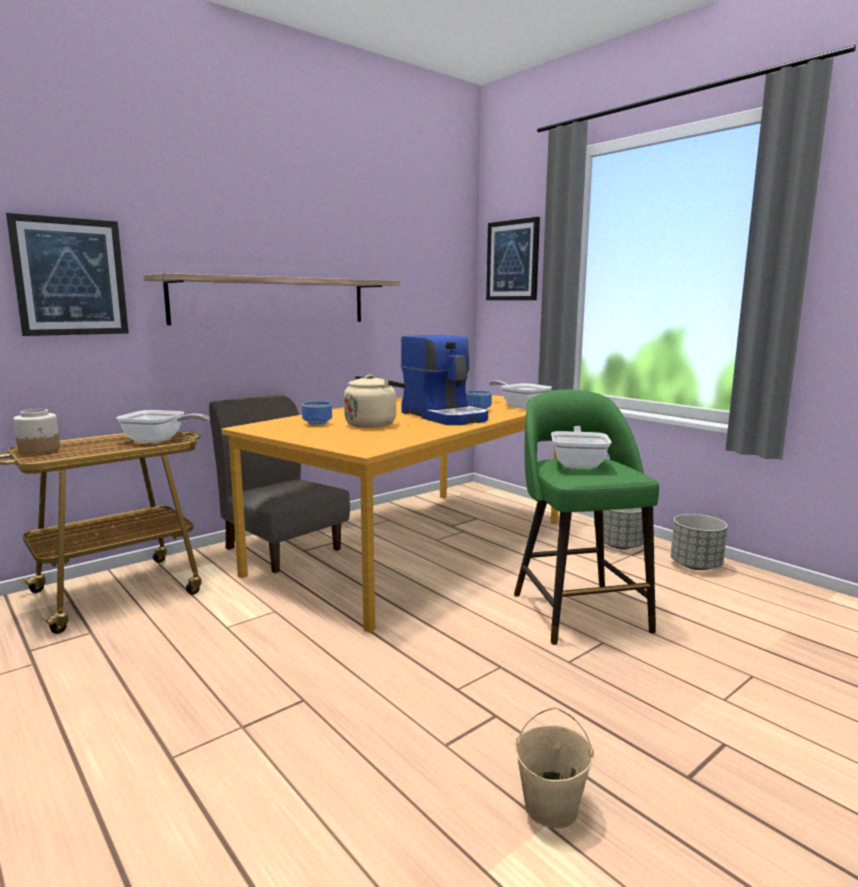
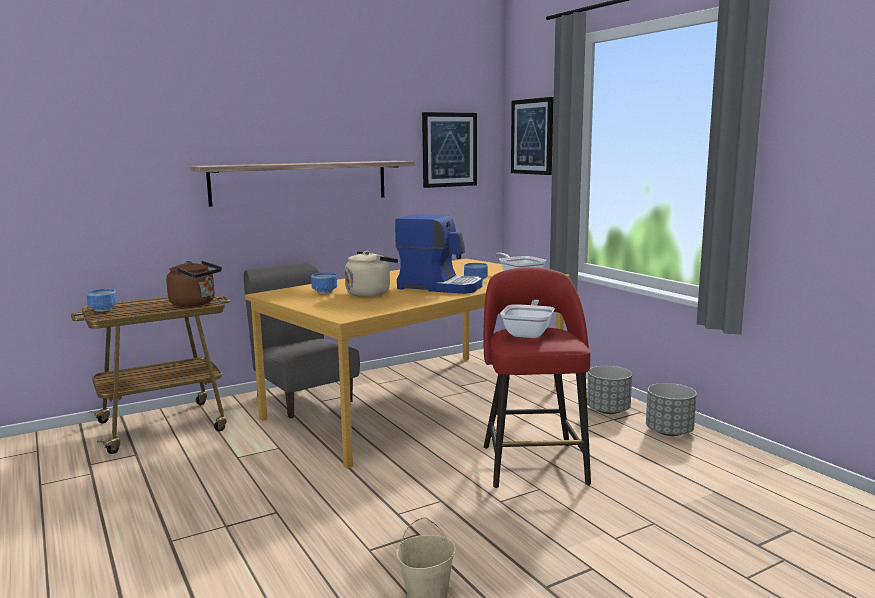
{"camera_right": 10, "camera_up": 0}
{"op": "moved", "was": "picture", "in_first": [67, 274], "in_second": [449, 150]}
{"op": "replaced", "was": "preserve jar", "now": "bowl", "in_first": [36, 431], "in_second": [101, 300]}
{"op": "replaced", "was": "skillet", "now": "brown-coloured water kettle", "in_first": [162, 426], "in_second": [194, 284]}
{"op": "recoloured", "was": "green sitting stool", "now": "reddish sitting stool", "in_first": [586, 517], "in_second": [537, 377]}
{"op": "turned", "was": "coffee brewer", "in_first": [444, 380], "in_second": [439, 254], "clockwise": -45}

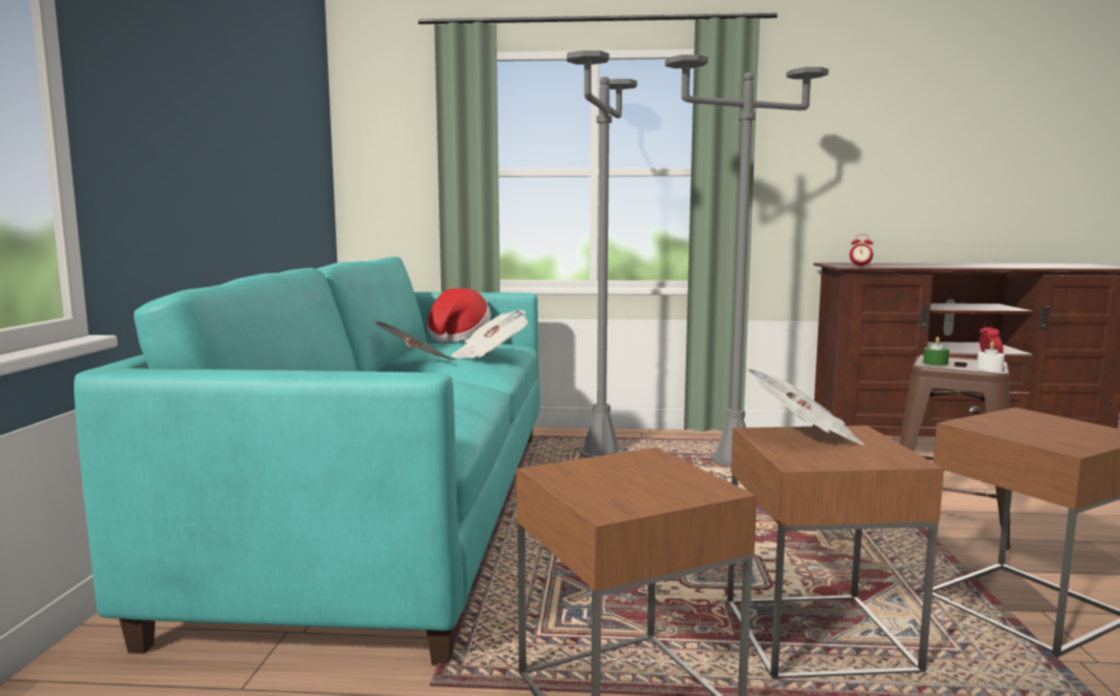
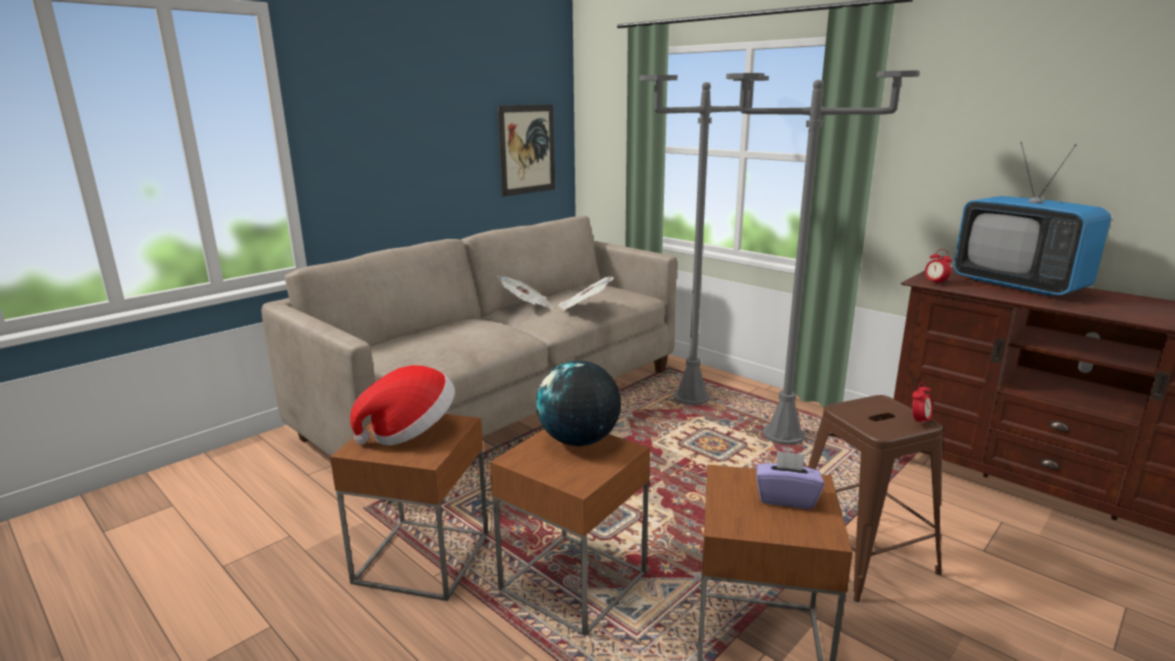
{"camera_right": 40, "camera_up": 10}
{"op": "removed", "was": "green wax light", "in_first": [936, 351]}
{"op": "removed", "was": "whitish wax light", "in_first": [990, 356]}
{"op": "added", "now": "picture", "in_second": [526, 150]}
{"op": "added", "now": "purplish tissue box", "in_second": [790, 479]}
{"op": "added", "now": "TV set", "in_second": [1032, 219]}
{"op": "moved", "was": "hat", "in_first": [459, 315], "in_second": [402, 405]}
{"op": "replaced", "was": "printed paper", "now": "world globe", "in_first": [805, 406], "in_second": [578, 403]}
{"op": "recoloured", "was": "turquoise settee", "now": "beige settee", "in_first": [307, 461], "in_second": [469, 358]}

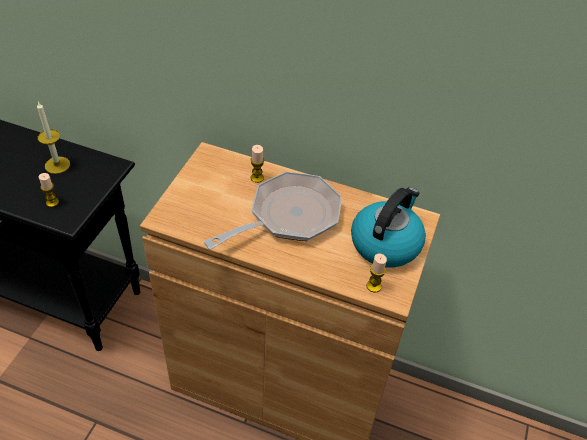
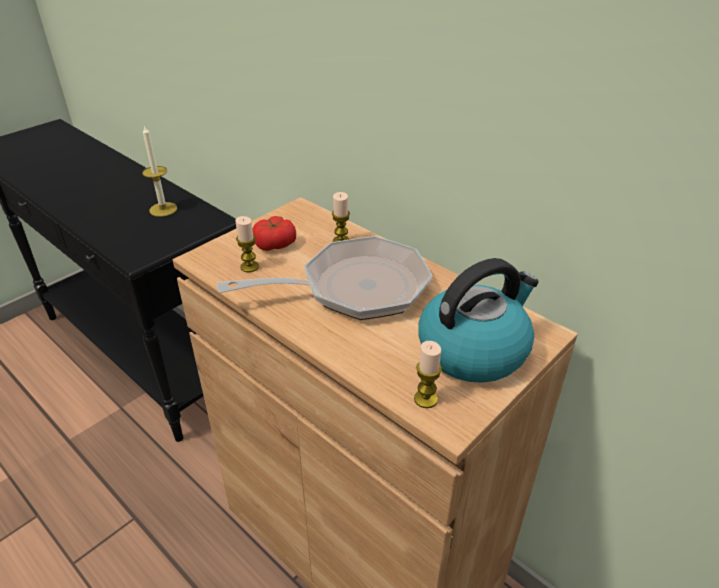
{"camera_right": 25, "camera_up": -10}
{"op": "added", "now": "fresh tomato", "in_second": [274, 233]}
{"op": "moved", "was": "wax light", "in_first": [48, 190], "in_second": [247, 244]}

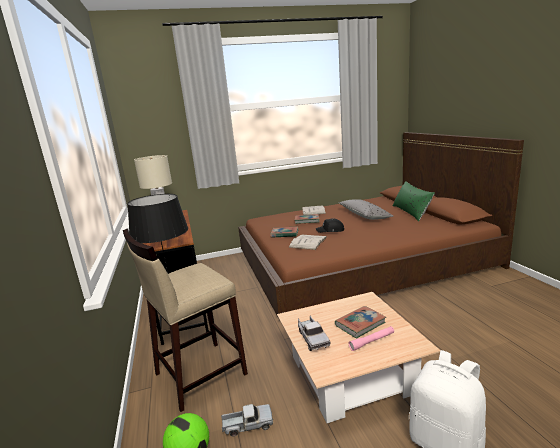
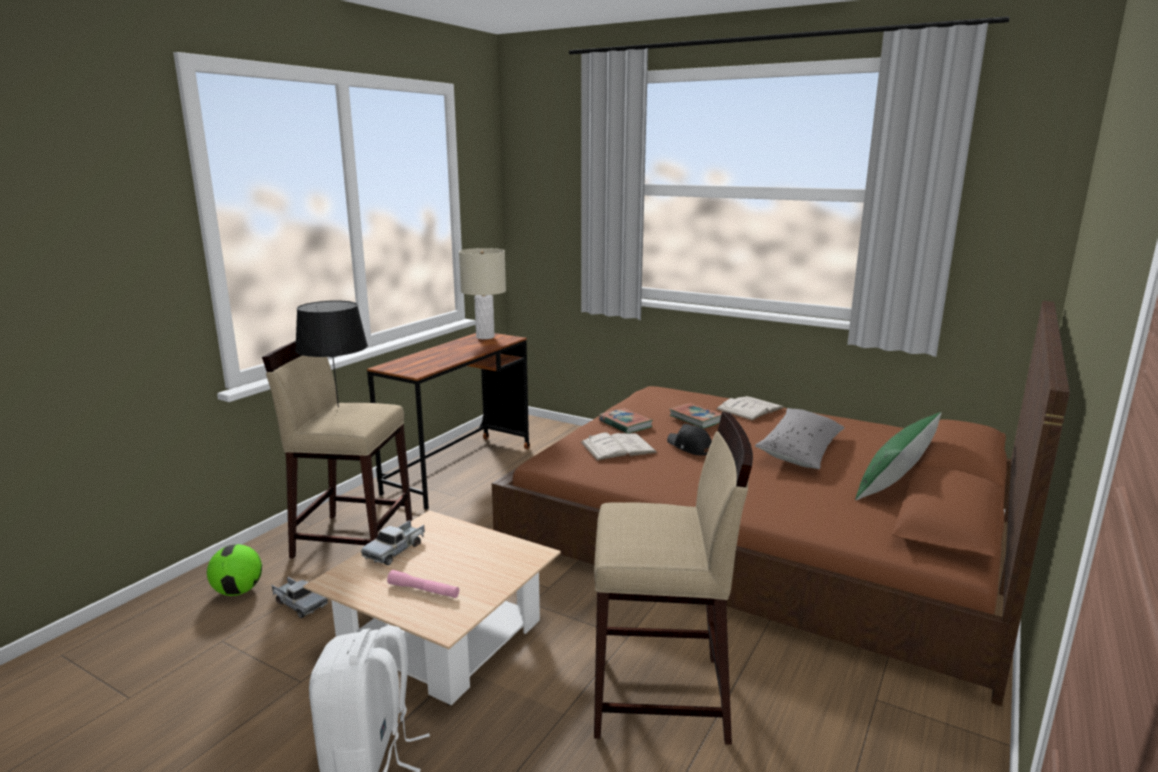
{"camera_right": 45, "camera_up": 0}
{"op": "removed", "was": "volume", "in_first": [360, 322]}
{"op": "added", "now": "beige sitting stool", "in_second": [673, 578]}

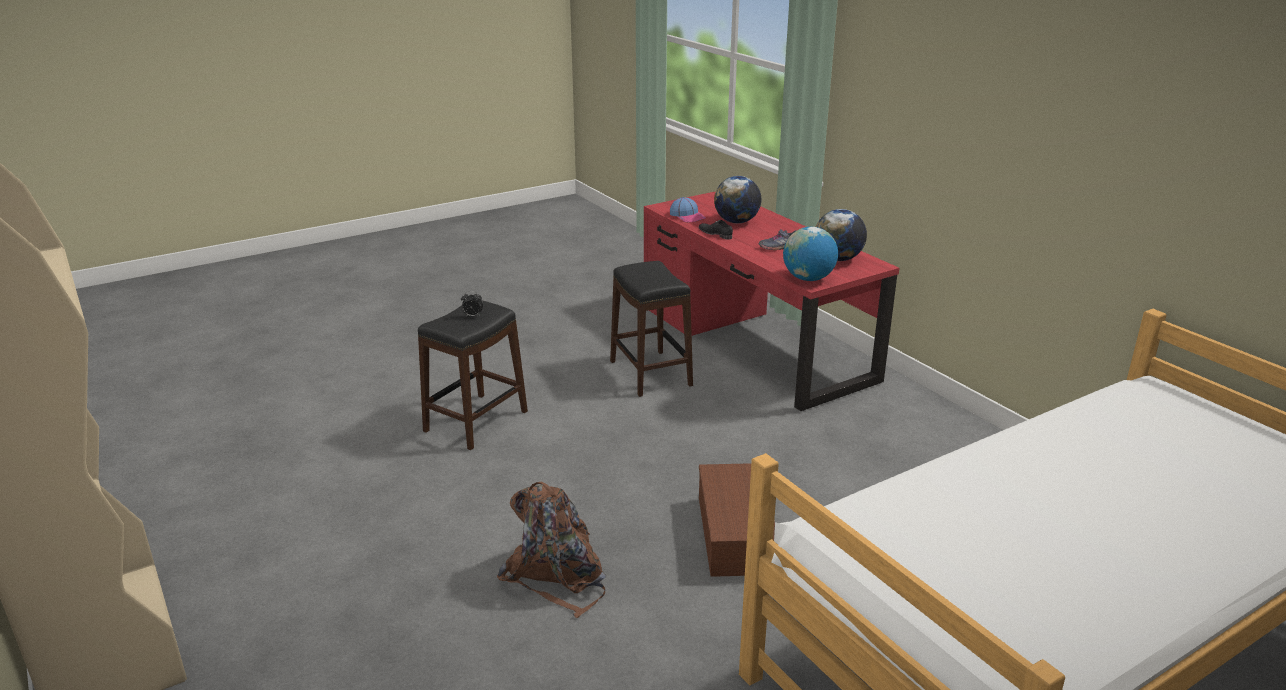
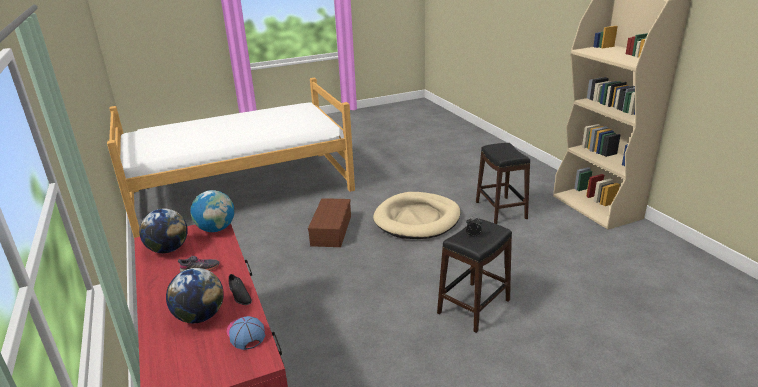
{"camera_right": -170, "camera_up": 0}
{"op": "moved", "was": "black sitting stool", "in_first": [651, 329], "in_second": [503, 183]}
{"op": "replaced", "was": "brown-coloured backpack", "now": "beige dog bed", "in_first": [551, 550], "in_second": [417, 215]}

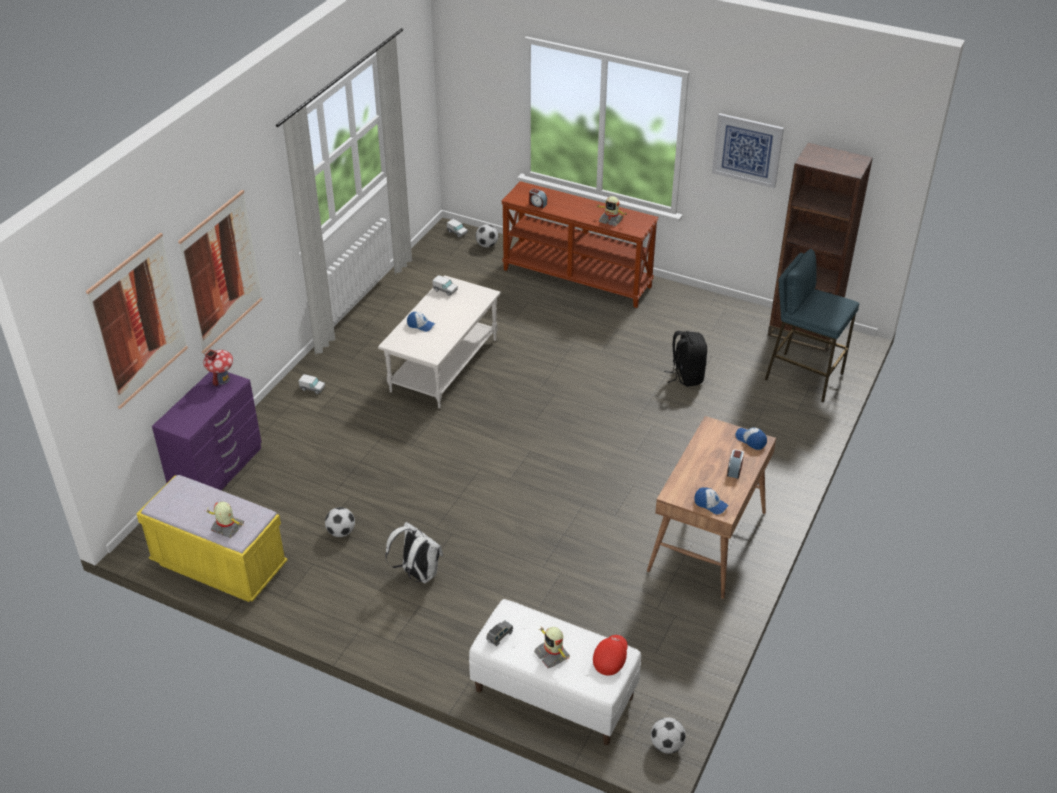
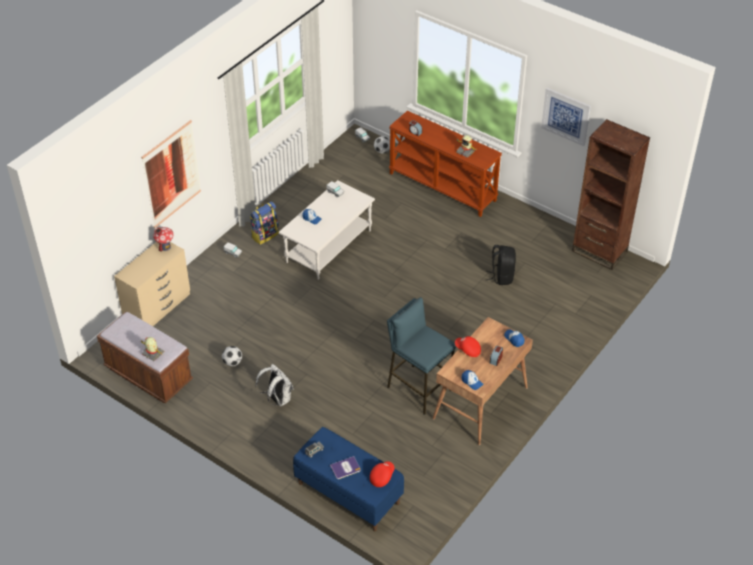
{"camera_right": 10, "camera_up": 5}
{"op": "removed", "was": "picture", "in_first": [137, 321]}
{"op": "removed", "was": "football ball", "in_first": [668, 735]}
{"op": "added", "now": "backpack", "in_second": [264, 223]}
{"op": "added", "now": "reddish baseball cap", "in_second": [468, 346]}
{"op": "moved", "was": "blue-coloured sitting stool", "in_first": [812, 326], "in_second": [421, 356]}
{"op": "replaced", "was": "model robot", "now": "volume", "in_first": [552, 647], "in_second": [345, 467]}
{"op": "recoloured", "was": "yellow-coloured long seat", "now": "brown-coloured long seat", "in_first": [212, 538], "in_second": [145, 357]}
{"op": "recoloured", "was": "purplish drawer chest", "now": "beige drawer chest", "in_first": [206, 431], "in_second": [152, 284]}
{"op": "recoloured", "was": "whitish long seat", "now": "blue-coloured long seat", "in_first": [555, 672], "in_second": [348, 479]}

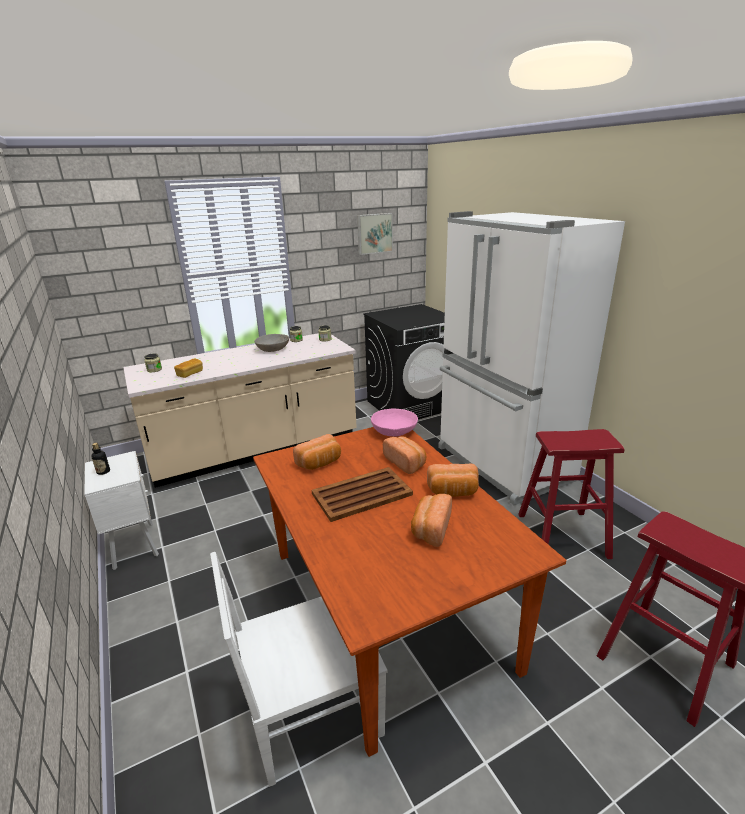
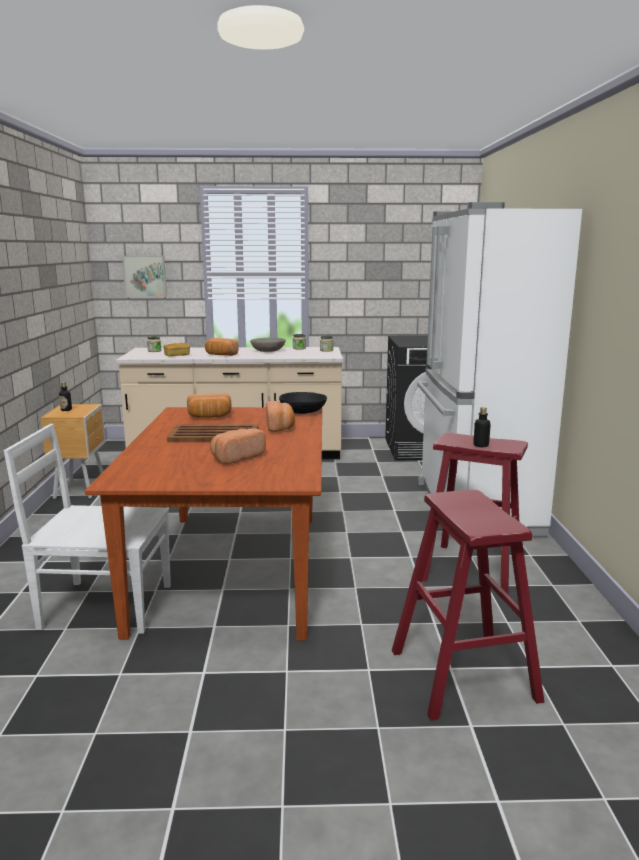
{"camera_right": 25, "camera_up": -10}
{"op": "added", "now": "beverage bottle", "in_second": [482, 427]}
{"op": "moved", "was": "picture", "in_first": [375, 234], "in_second": [144, 276]}
{"op": "moved", "was": "bread", "in_first": [453, 480], "in_second": [221, 347]}
{"op": "recoloured", "was": "whitish nightstand", "now": "brown-coloured nightstand", "in_first": [121, 510], "in_second": [72, 451]}
{"op": "recoloured", "was": "pink bowl", "now": "black bowl", "in_first": [394, 422], "in_second": [303, 403]}

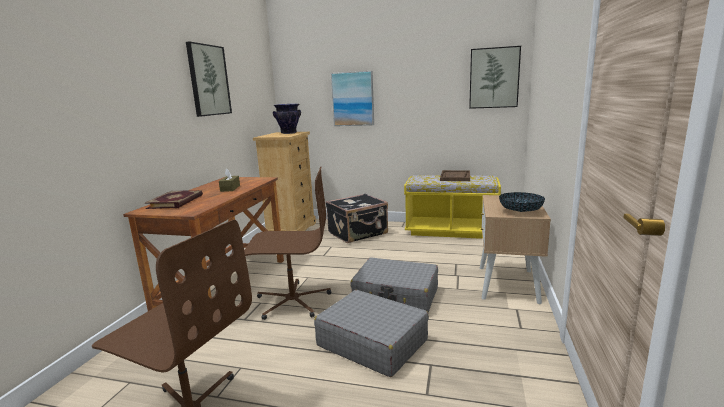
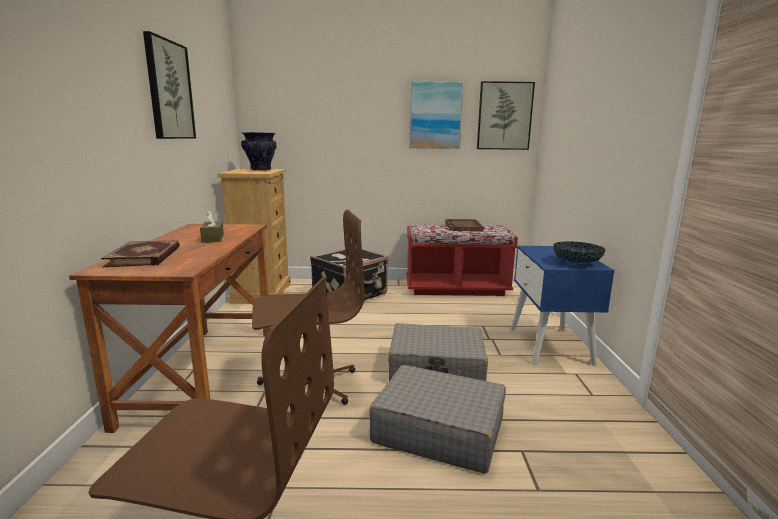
{"camera_right": -15, "camera_up": 0}
{"op": "moved", "was": "picture", "in_first": [352, 98], "in_second": [436, 115]}
{"op": "recoloured", "was": "yellow-coloured long seat", "now": "reddish long seat", "in_first": [452, 207], "in_second": [462, 260]}
{"op": "recoloured", "was": "beige nightstand", "now": "blue-coloured nightstand", "in_first": [515, 249], "in_second": [563, 306]}

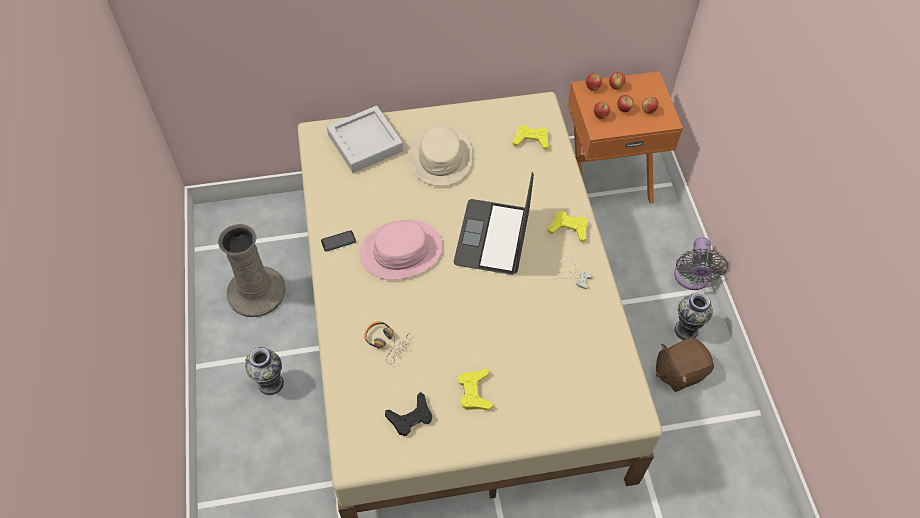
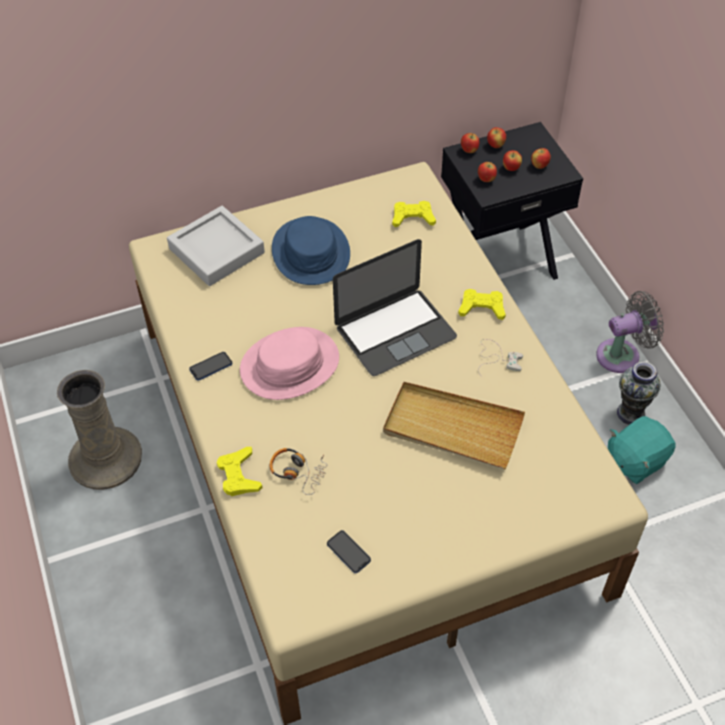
{"camera_right": -10, "camera_up": -5}
{"op": "removed", "was": "vase", "in_first": [264, 371]}
{"op": "added", "now": "beige serving tray", "in_second": [454, 425]}
{"op": "moved", "was": "yellow-coloured game controller", "in_first": [475, 389], "in_second": [239, 471]}
{"op": "replaced", "was": "black game controller", "now": "handset", "in_first": [408, 414], "in_second": [349, 551]}
{"op": "recoloured", "was": "beige hat", "now": "blue-coloured hat", "in_first": [441, 156], "in_second": [311, 250]}
{"op": "recoloured", "was": "orange nightstand", "now": "black nightstand", "in_first": [625, 137], "in_second": [512, 201]}
{"op": "recoloured", "was": "brown-coloured soft toy", "now": "turquoise soft toy", "in_first": [685, 365], "in_second": [642, 450]}
{"op": "turned", "was": "notebook computer", "in_first": [494, 223], "in_second": [395, 307], "clockwise": -120}
{"op": "turned", "was": "gray cooling fan", "in_first": [701, 263], "in_second": [630, 332], "clockwise": -105}

